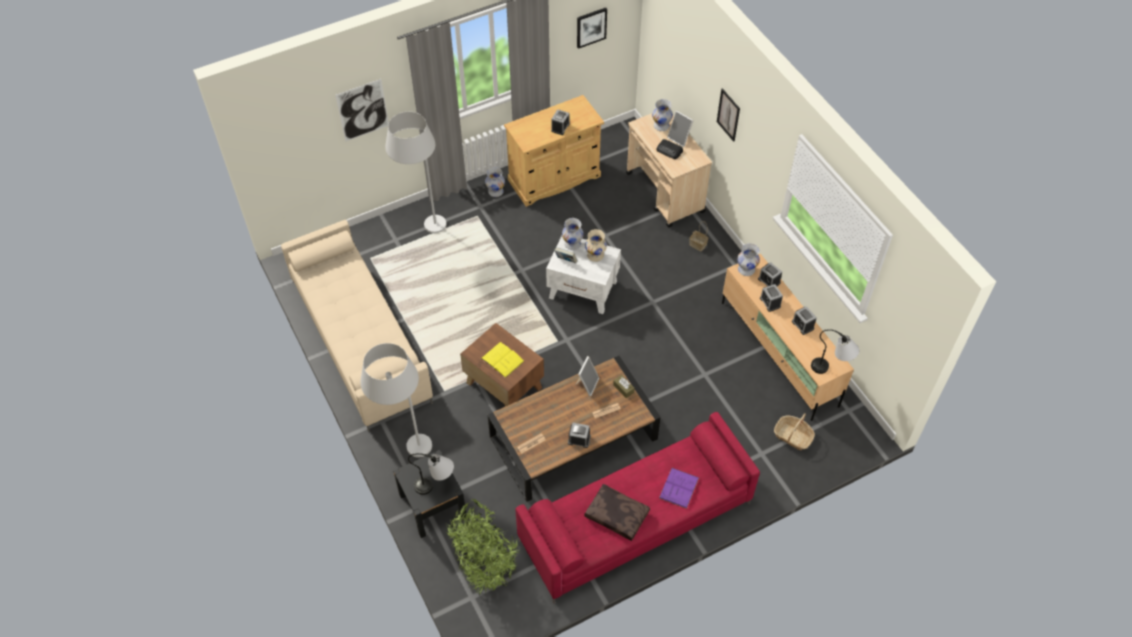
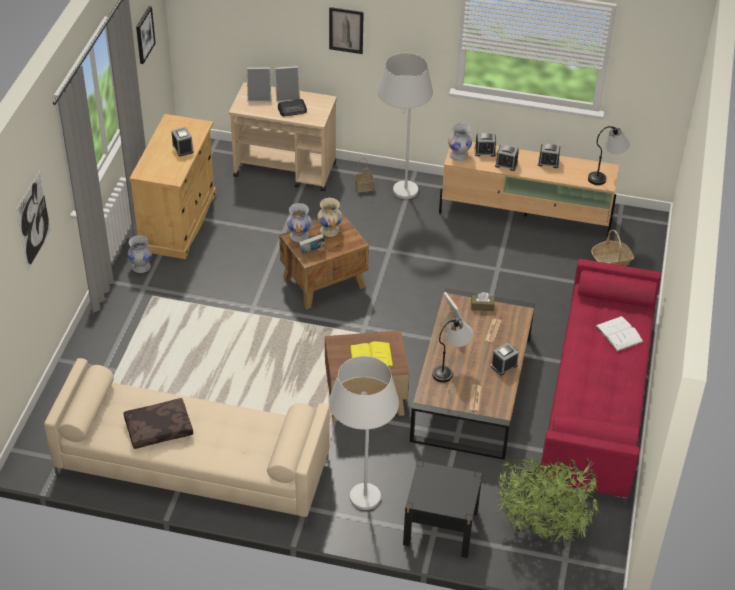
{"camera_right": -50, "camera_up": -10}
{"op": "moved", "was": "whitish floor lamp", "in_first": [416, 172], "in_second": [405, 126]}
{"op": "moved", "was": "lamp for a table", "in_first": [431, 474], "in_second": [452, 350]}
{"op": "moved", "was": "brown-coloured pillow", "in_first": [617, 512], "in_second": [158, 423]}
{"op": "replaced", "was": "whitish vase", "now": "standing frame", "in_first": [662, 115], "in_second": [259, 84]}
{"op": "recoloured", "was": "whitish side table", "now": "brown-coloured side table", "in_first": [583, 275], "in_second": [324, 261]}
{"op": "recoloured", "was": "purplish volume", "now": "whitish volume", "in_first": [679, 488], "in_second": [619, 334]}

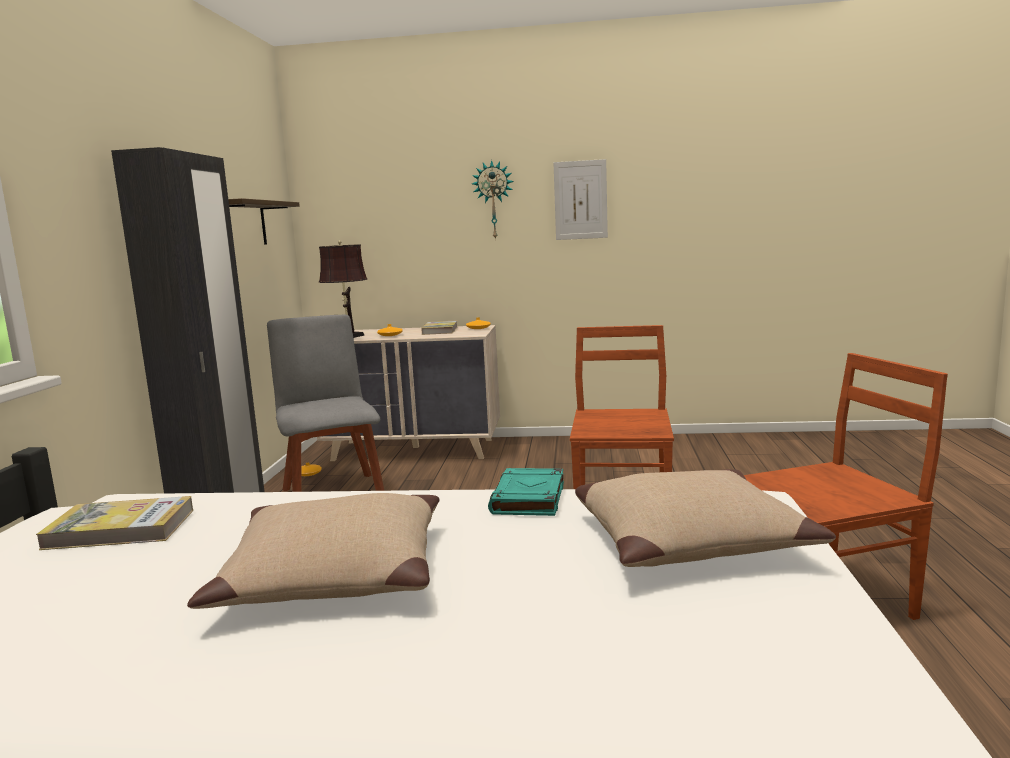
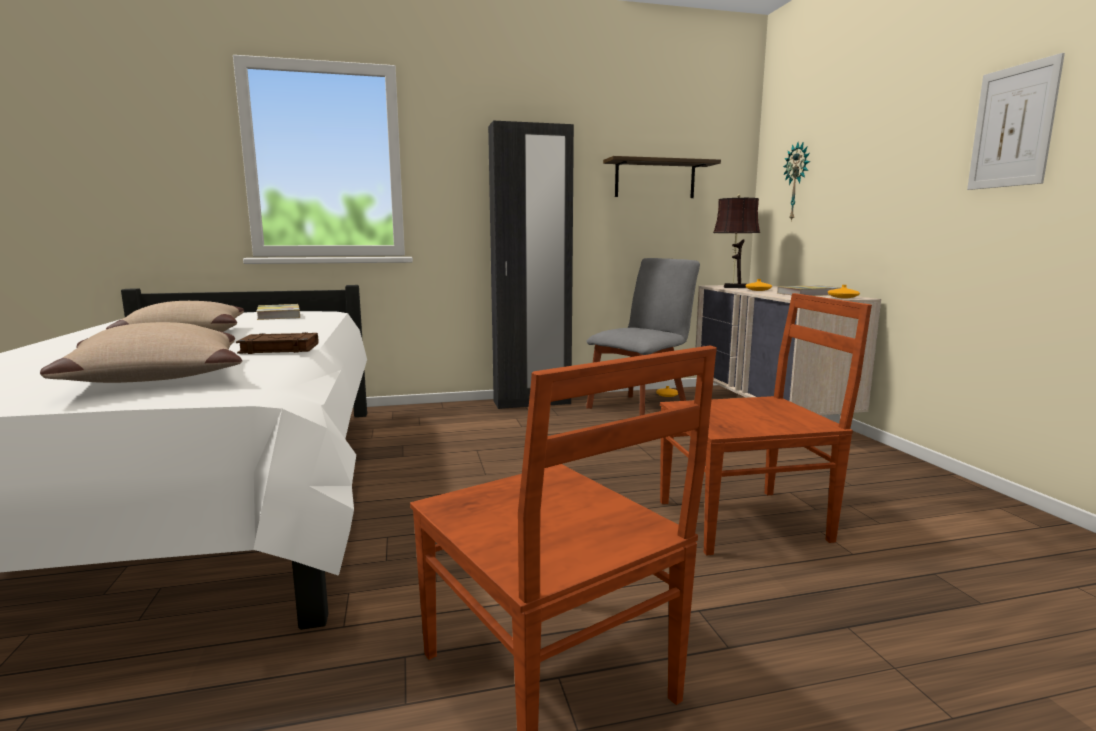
{"camera_right": 70, "camera_up": 0}
{"op": "moved", "was": "clock on the wall", "in_first": [493, 200], "in_second": [796, 182]}
{"op": "recoloured", "was": "turquoise volume", "now": "brown-coloured volume", "in_first": [526, 492], "in_second": [277, 343]}

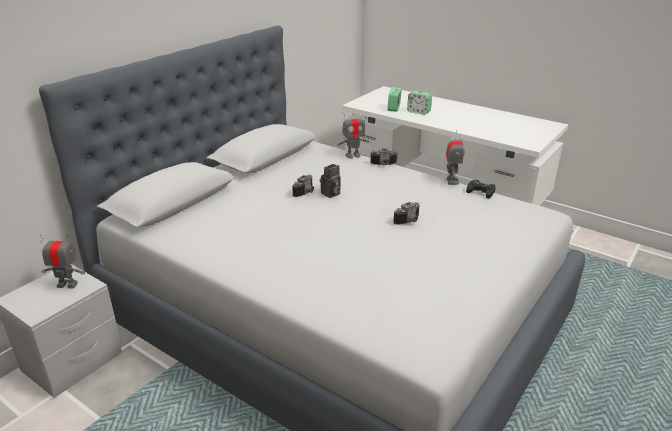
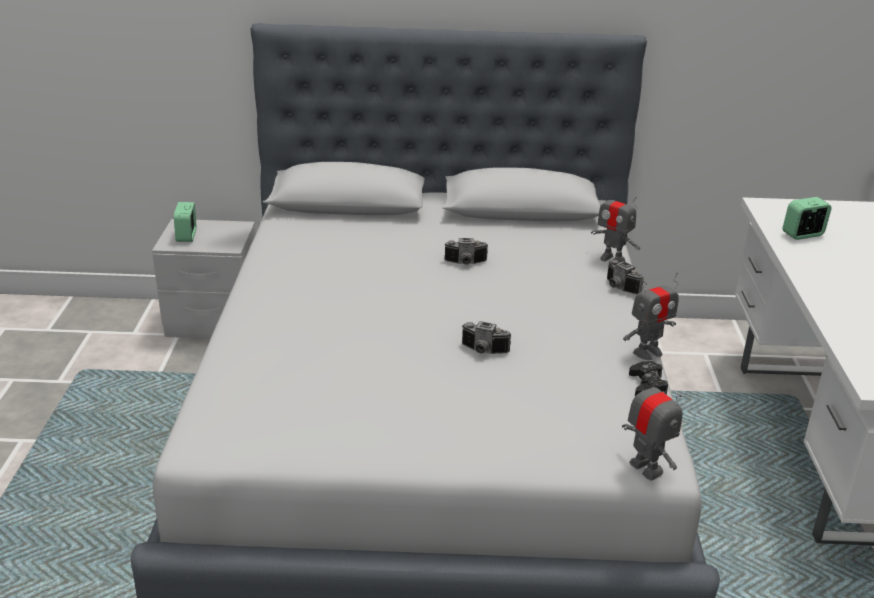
{"camera_right": 55, "camera_up": 0}
{"op": "removed", "was": "photo camera", "in_first": [330, 181]}
{"op": "moved", "was": "model robot", "in_first": [62, 261], "in_second": [652, 425]}
{"op": "moved", "was": "table clock", "in_first": [419, 103], "in_second": [185, 222]}

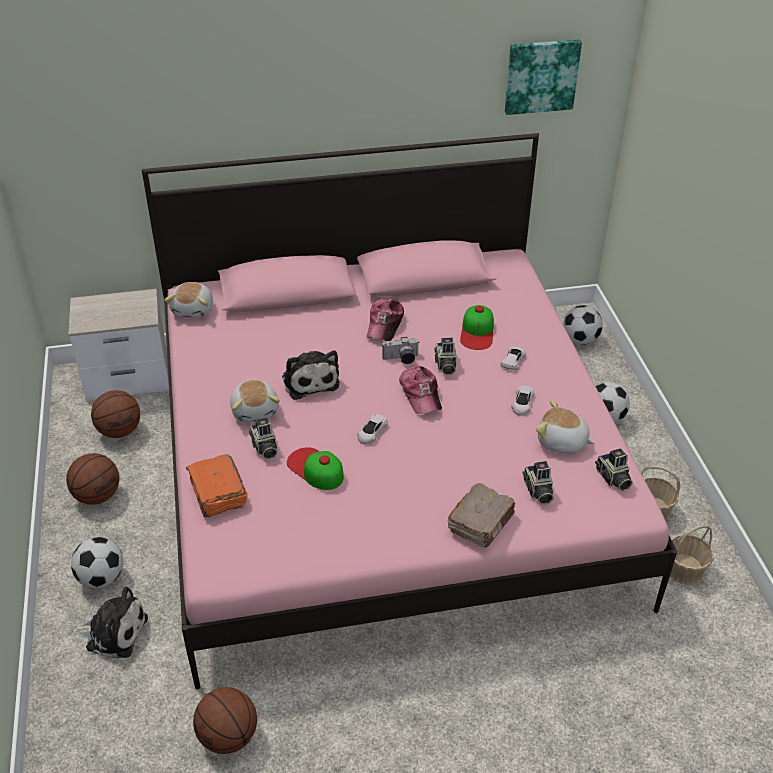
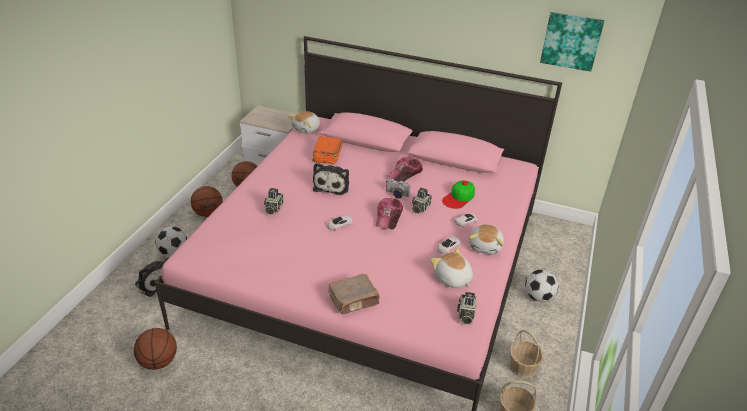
{"camera_right": 30, "camera_up": -5}
{"op": "removed", "was": "baseball cap", "in_first": [315, 468]}
{"op": "removed", "was": "photo camera", "in_first": [538, 483]}
{"op": "removed", "was": "football ball", "in_first": [583, 325]}
{"op": "moved", "was": "orange volume", "in_first": [217, 485], "in_second": [327, 150]}
{"op": "moved", "was": "soft toy", "in_first": [255, 401], "in_second": [486, 239]}

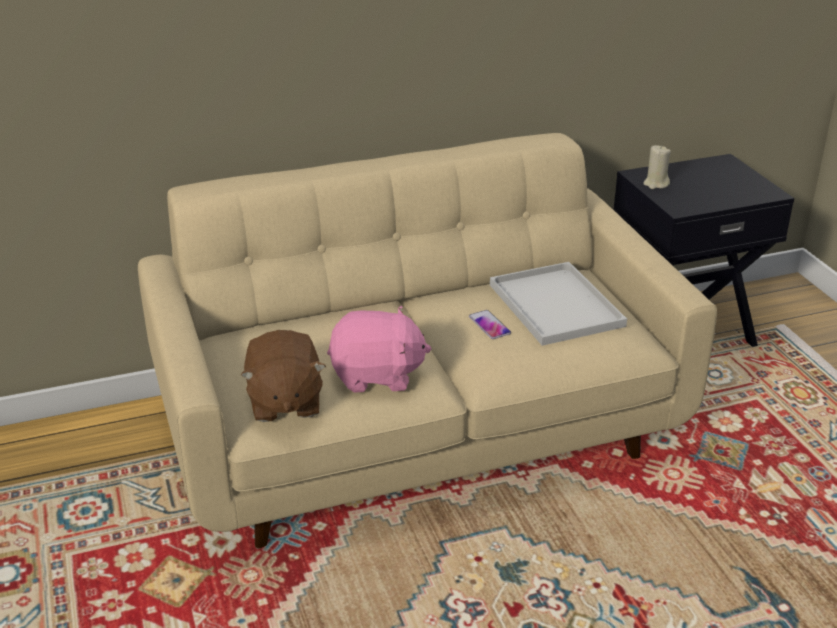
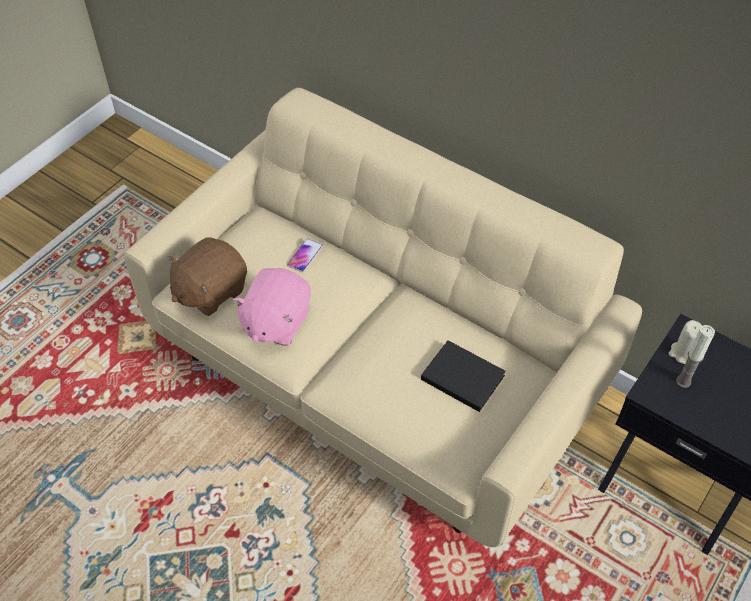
{"camera_right": 55, "camera_up": 20}
{"op": "added", "now": "wax light", "in_second": [695, 356]}
{"op": "moved", "was": "handset", "in_first": [490, 324], "in_second": [305, 255]}
{"op": "replaced", "was": "whitish serving tray", "now": "black volume", "in_first": [558, 304], "in_second": [463, 376]}
{"op": "turned", "was": "pink soft toy", "in_first": [379, 349], "in_second": [272, 307], "clockwise": 60}

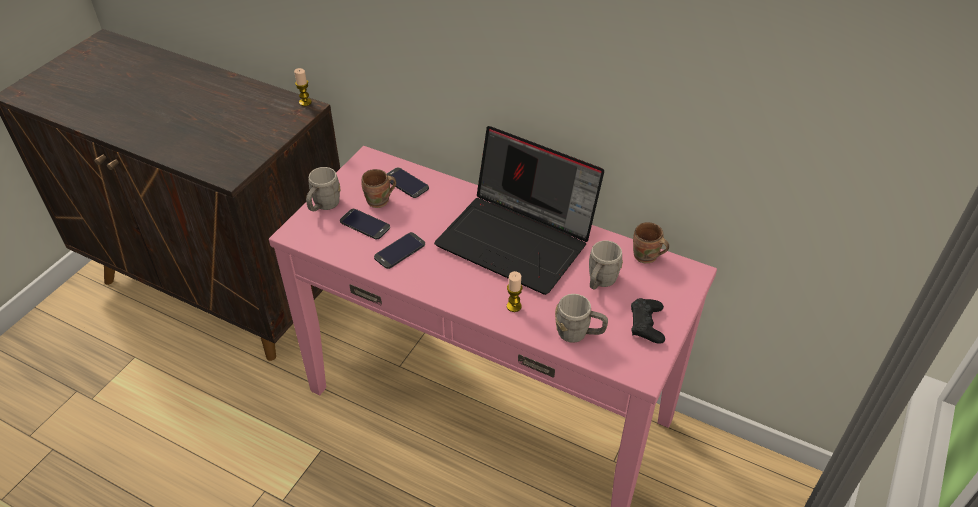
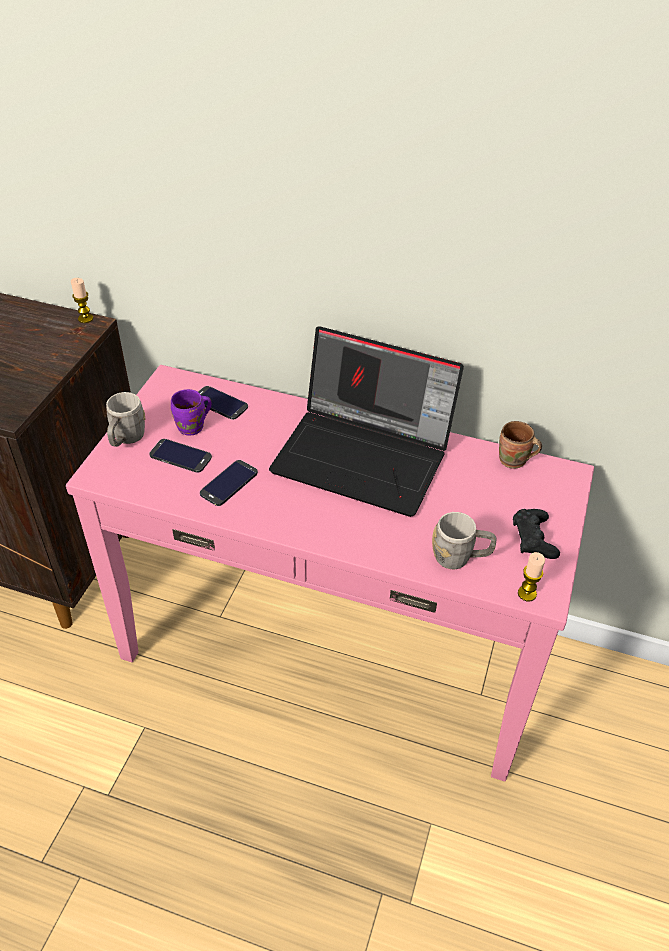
{"camera_right": -10, "camera_up": 0}
{"op": "removed", "was": "gray coffee mug", "in_first": [606, 265]}
{"op": "moved", "was": "wax light", "in_first": [515, 291], "in_second": [531, 576]}
{"op": "recoloured", "was": "brown-coloured coffee mug", "now": "purplish coffee mug", "in_first": [379, 188], "in_second": [191, 412]}

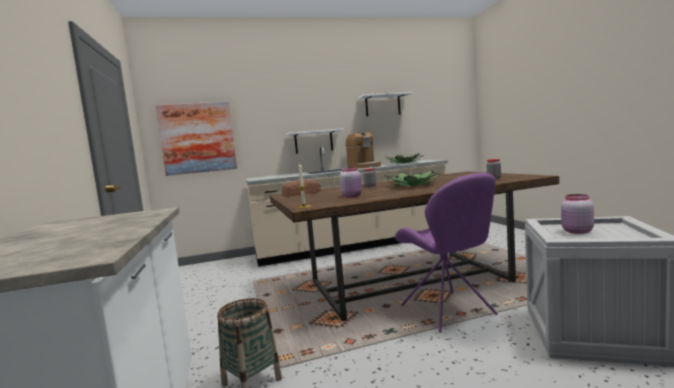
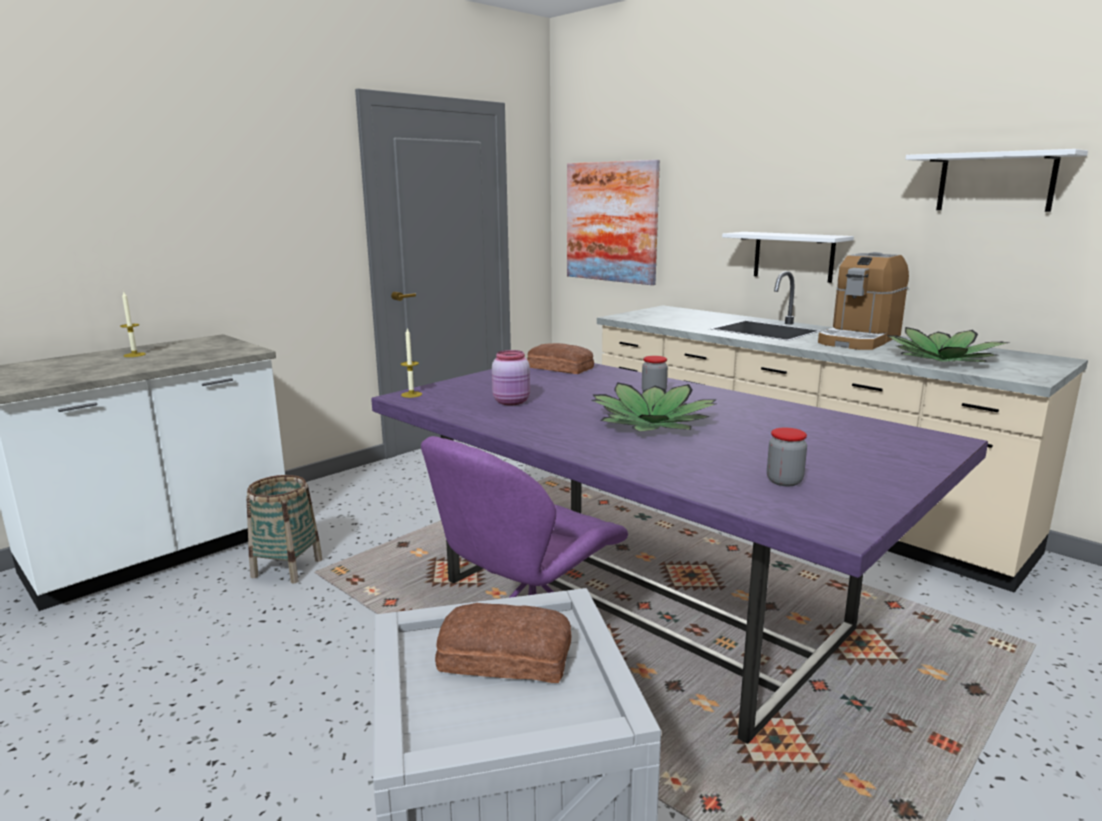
{"camera_right": 60, "camera_up": 10}
{"op": "added", "now": "wax light", "in_second": [133, 324]}
{"op": "replaced", "was": "pink preserve jar", "now": "bread", "in_first": [577, 214], "in_second": [503, 643]}
{"op": "recoloured", "was": "brown-coloured dining table", "now": "purplish dining table", "in_first": [414, 246], "in_second": [679, 553]}

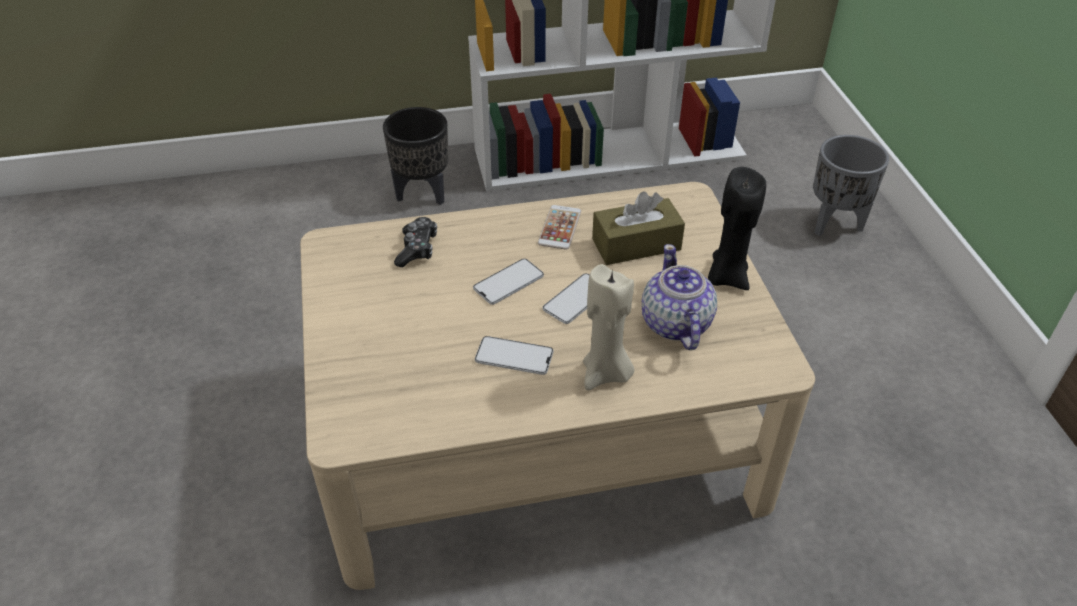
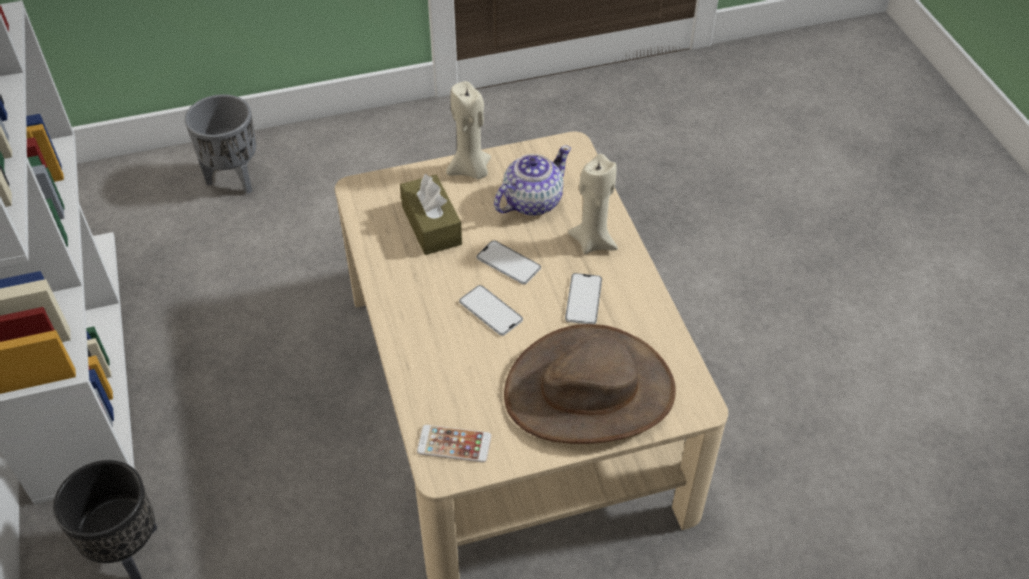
{"camera_right": -95, "camera_up": 5}
{"op": "removed", "was": "game controller", "in_first": [415, 242]}
{"op": "added", "now": "brown-coloured hat", "in_second": [590, 384]}
{"op": "moved", "was": "handset", "in_first": [559, 227], "in_second": [454, 444]}
{"op": "recoloured", "was": "black wax light", "now": "beige wax light", "in_first": [737, 228], "in_second": [468, 130]}
{"op": "turned", "was": "teapot", "in_first": [679, 297], "in_second": [532, 181], "clockwise": 150}

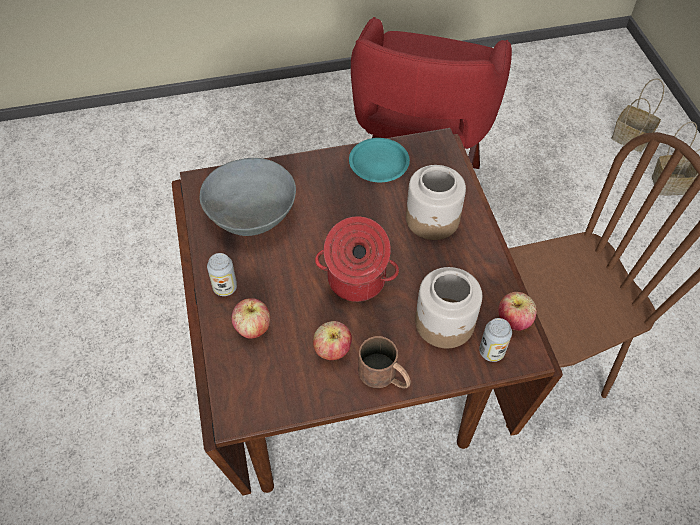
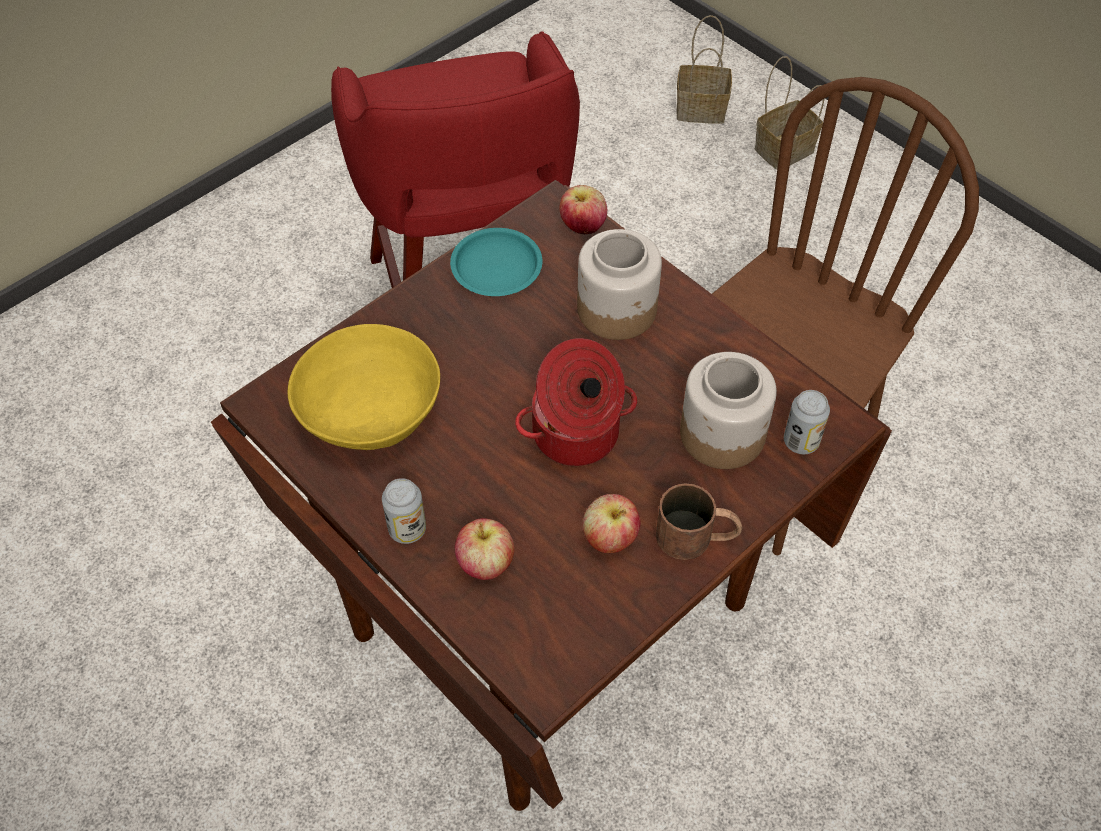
{"camera_right": -30, "camera_up": 0}
{"op": "moved", "was": "apple", "in_first": [517, 311], "in_second": [583, 209]}
{"op": "recoloured", "was": "gray bowl", "now": "yellow-coloured bowl", "in_first": [247, 197], "in_second": [364, 387]}

